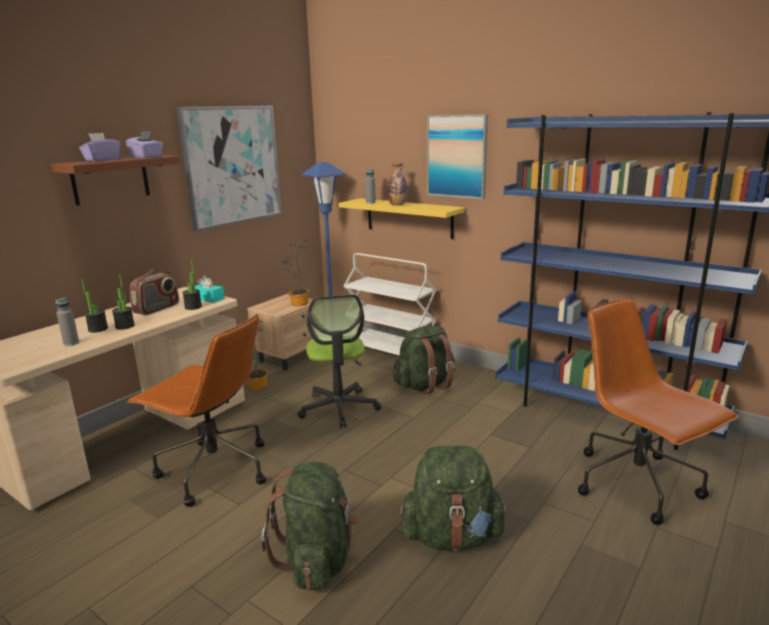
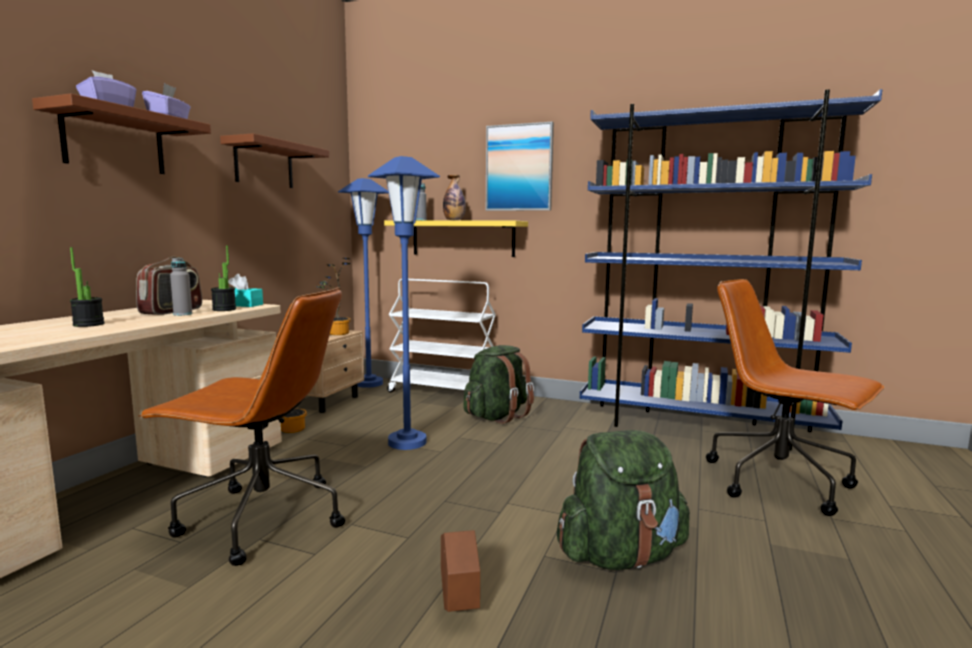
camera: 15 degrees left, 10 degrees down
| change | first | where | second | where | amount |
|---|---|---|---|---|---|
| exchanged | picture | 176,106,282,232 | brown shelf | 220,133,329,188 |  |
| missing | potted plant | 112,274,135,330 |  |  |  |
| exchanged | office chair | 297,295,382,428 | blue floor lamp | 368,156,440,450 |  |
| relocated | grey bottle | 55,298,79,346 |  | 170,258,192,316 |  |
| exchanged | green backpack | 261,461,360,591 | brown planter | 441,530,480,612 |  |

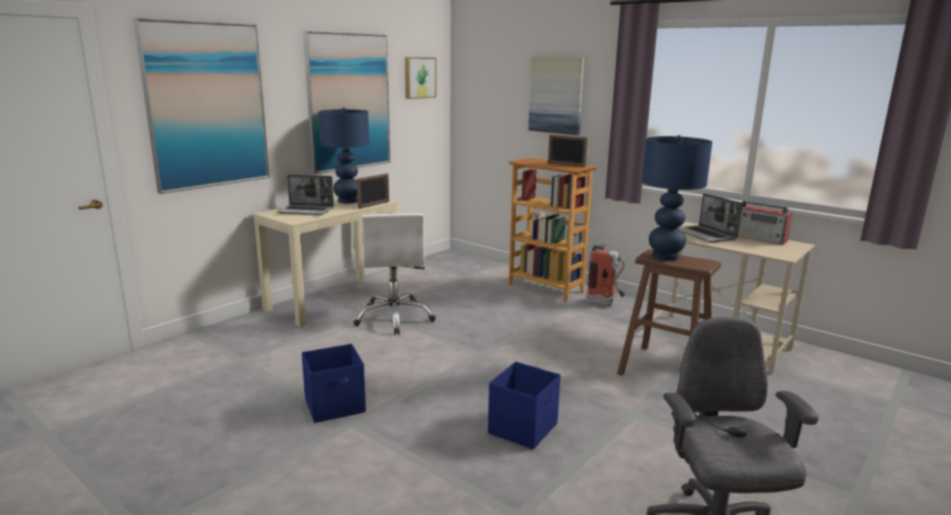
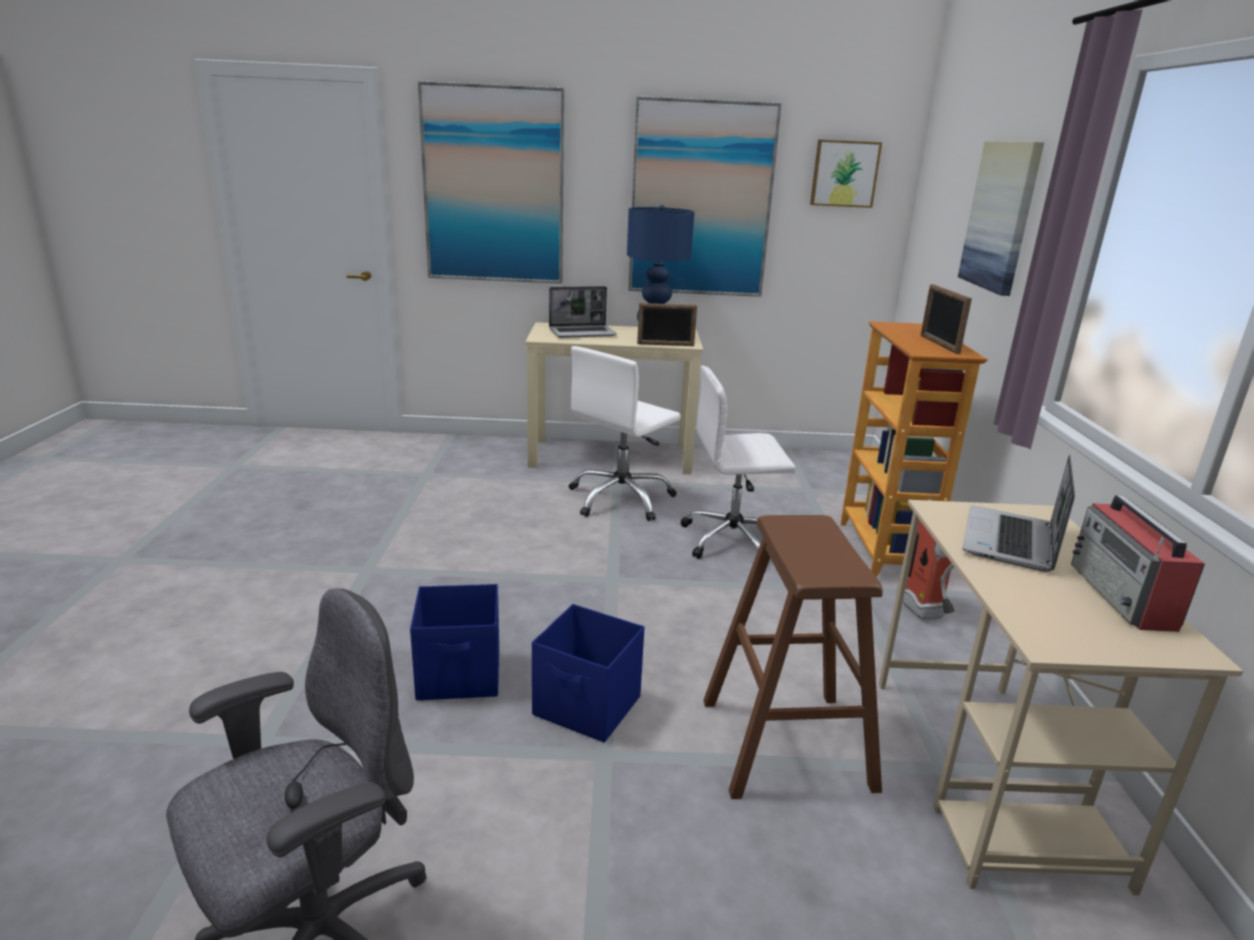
camera: 50 degrees right, 5 degrees up
| change | first | where | second | where | amount |
|---|---|---|---|---|---|
| missing | blue table lamp | 641,135,712,261 |  |  |  |
| spun | laptop | 277,175,334,215 |  | 549,286,617,338 | 75 degrees counterclockwise |
| relocated | blue storage box | 302,344,366,423 |  | 532,604,644,743 |  |
| appeared |  |  | white office chair | 681,365,796,559 |  |

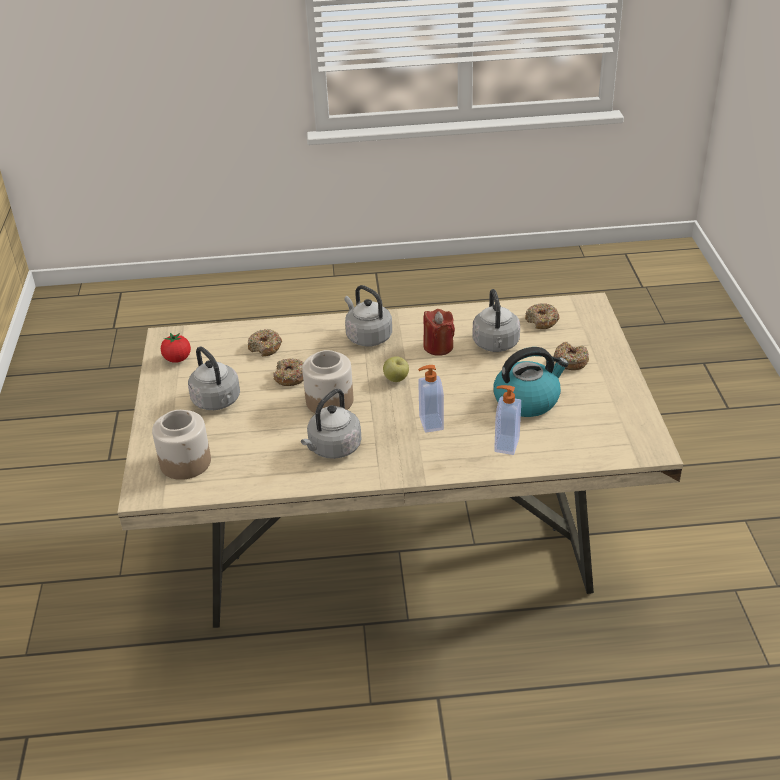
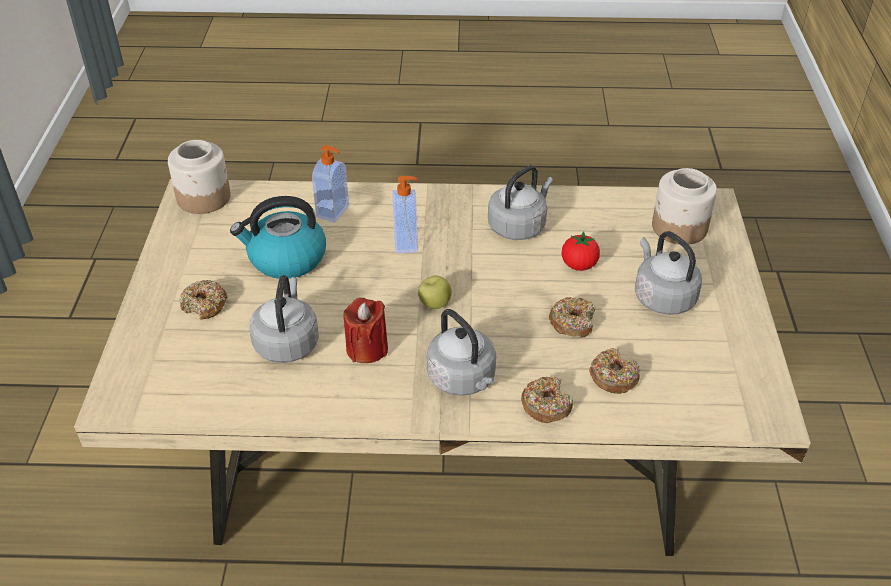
camera: 175 degrees left, 5 degrees up
| change | first | where | second | where | amount |
|---|---|---|---|---|---|
| relocated | donut | 525,303,559,329 |  | 521,376,573,423 |  |
| relocated | tomato | 161,333,191,363 |  | 562,232,600,271 |  |
| relocated | jar | 302,350,353,413 |  | 168,140,231,214 |  |

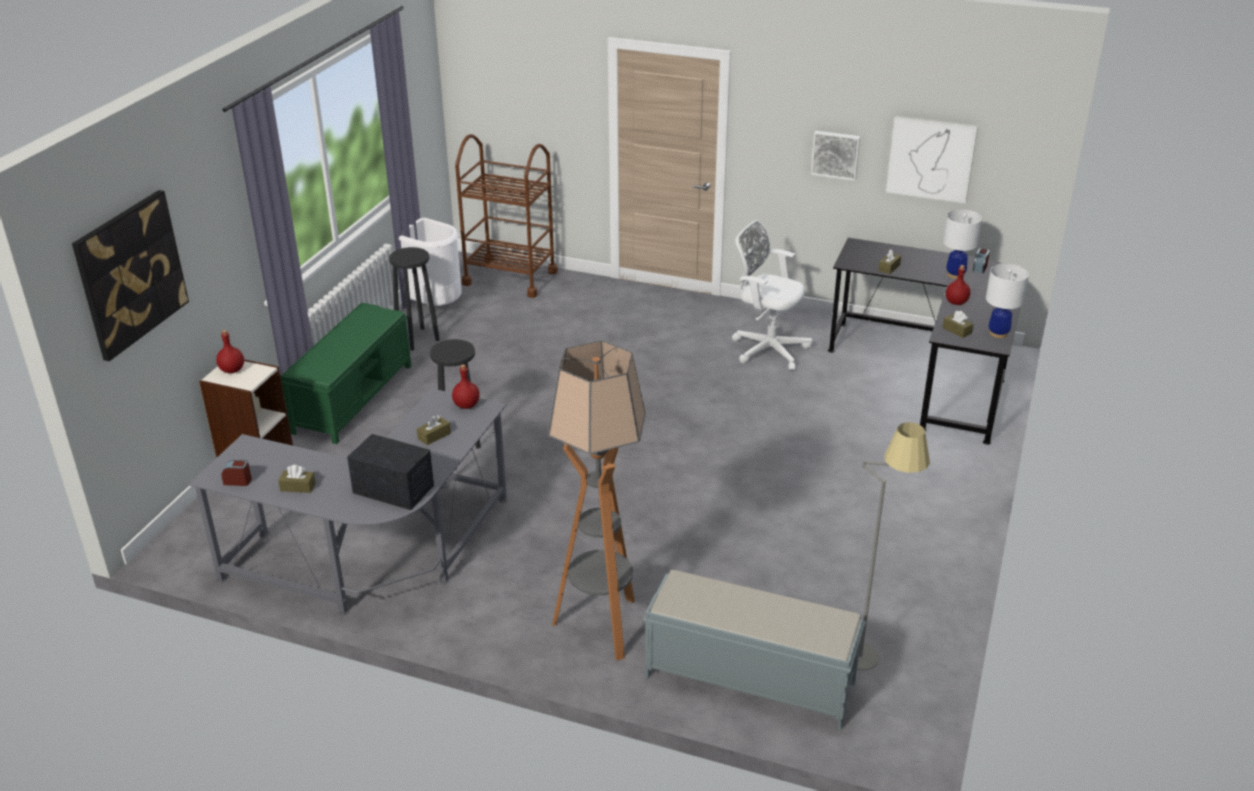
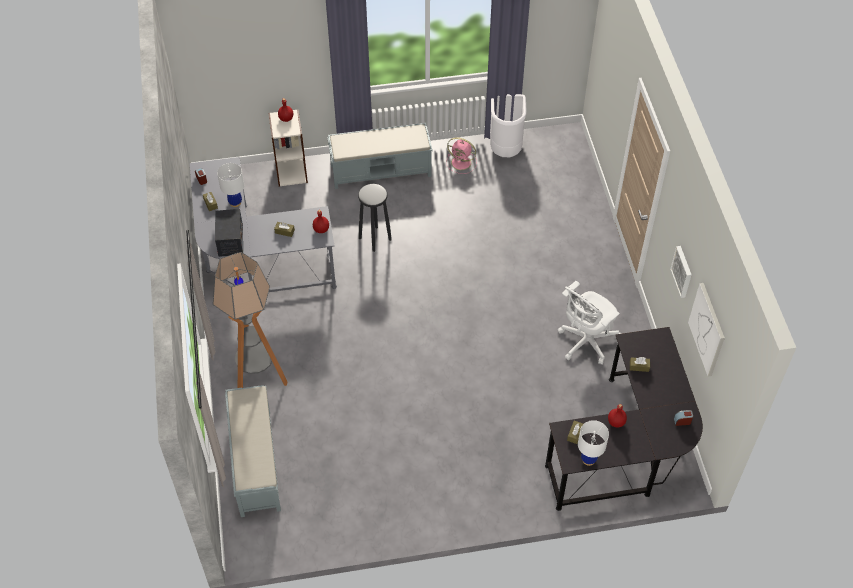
camera: 60 degrees right, 20 degrees up
| change | first | where | second | where | amount |
|---|---|---|---|---|---|
| missing | brown cart | 455,134,558,298 |  |  |  |
| missing | picture | 72,190,189,361 |  |  |  |
| relocated | white table lamp | 943,209,982,279 |  | 217,163,244,207 |  |
| spun | white office chair | 732,220,812,371 |  | 558,281,622,364 | 135 degrees counterclockwise |
| exchanged | black stool | 389,247,440,351 | pink fan | 446,137,477,174 |  |
| colour | green bench | 280,303,411,444 | grey bench | 327,123,433,189 |  |
| missing | grey floor lamp | 857,422,930,670 |  |  |  |

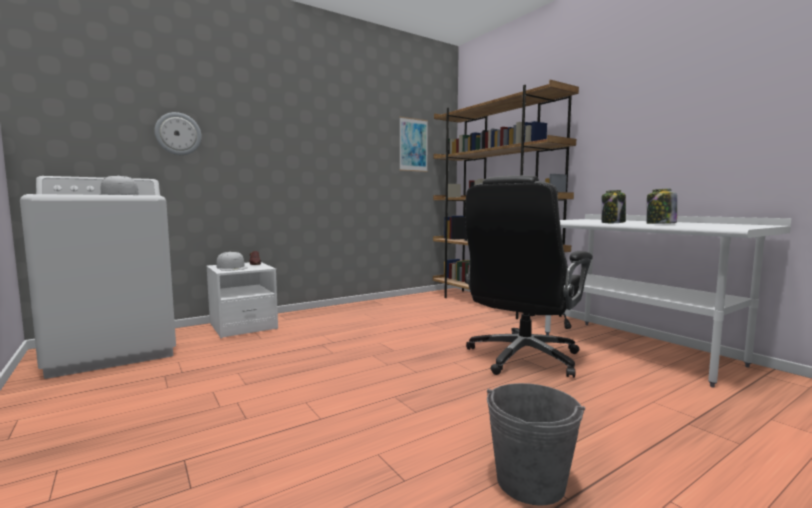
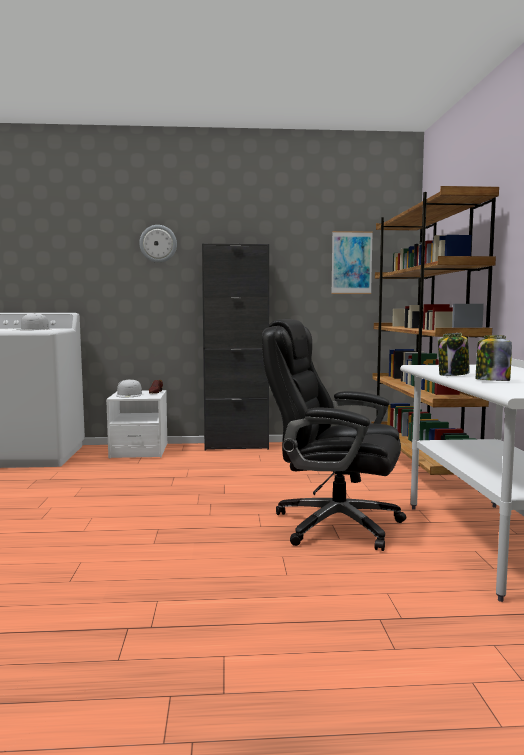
camera: 30 degrees right, 0 degrees up
| change | first | where | second | where | amount |
|---|---|---|---|---|---|
| relocated | wall clock | 154,112,202,155 |  | 139,225,177,263 |  |
| spun | black office chair | 465,175,593,378 |  | 262,319,406,551 | 45 degrees clockwise |
| missing | grey bucket | 487,383,585,506 |  |  |  |
| appeared |  |  | black cabinet | 202,244,269,450 |  |

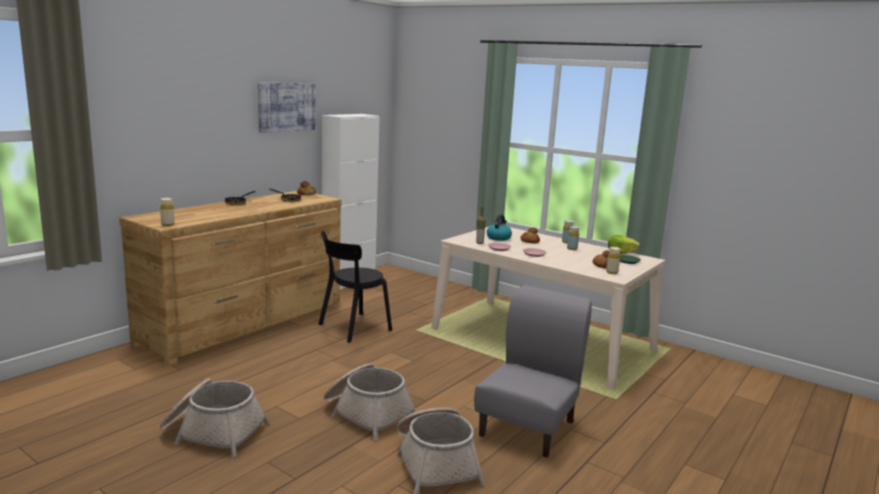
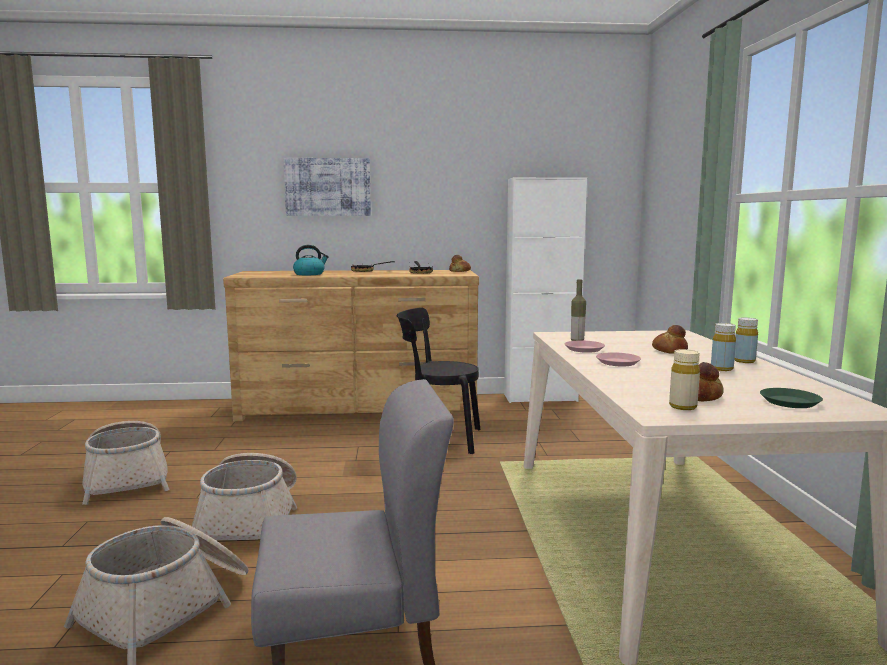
camera: 50 degrees right, 5 degrees down
| change | first | where | second | where | amount |
|---|---|---|---|---|---|
| relocated | picture | 258,82,315,133 |  | 284,158,371,216 |  |
| missing | beige bottle | 160,198,175,226 |  |  |  |
| relocated | kettle | 487,214,512,241 |  | 293,245,329,275 |  |
| missing | lettuce | 608,235,640,255 |  |  |  |

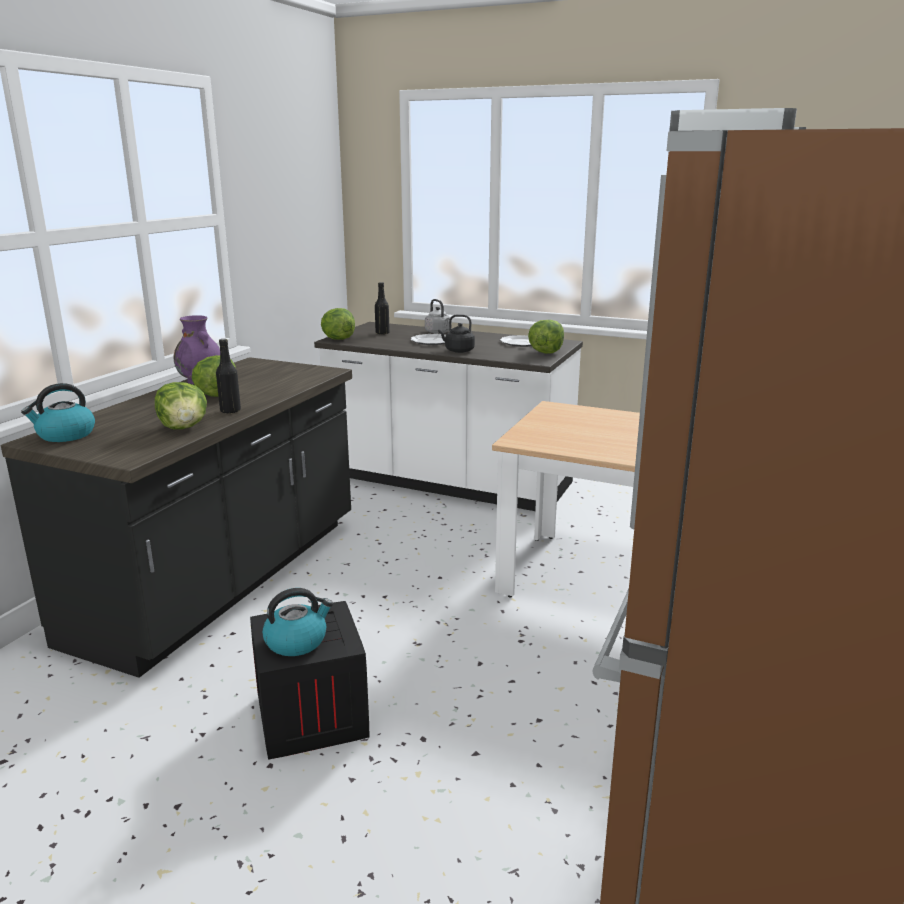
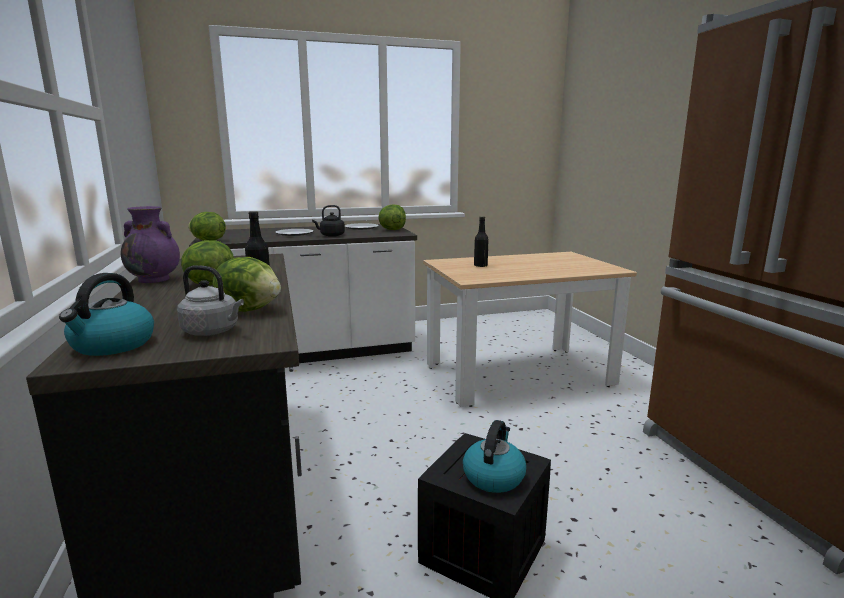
camera: 40 degrees left, 5 degrees down
| change | first | where | second | where | amount |
|---|---|---|---|---|---|
| relocated | black bottle | 375,282,390,334 |  | 474,216,489,267 |  |
| relocated | grey kettle | 425,299,451,334 |  | 177,265,244,336 |  |

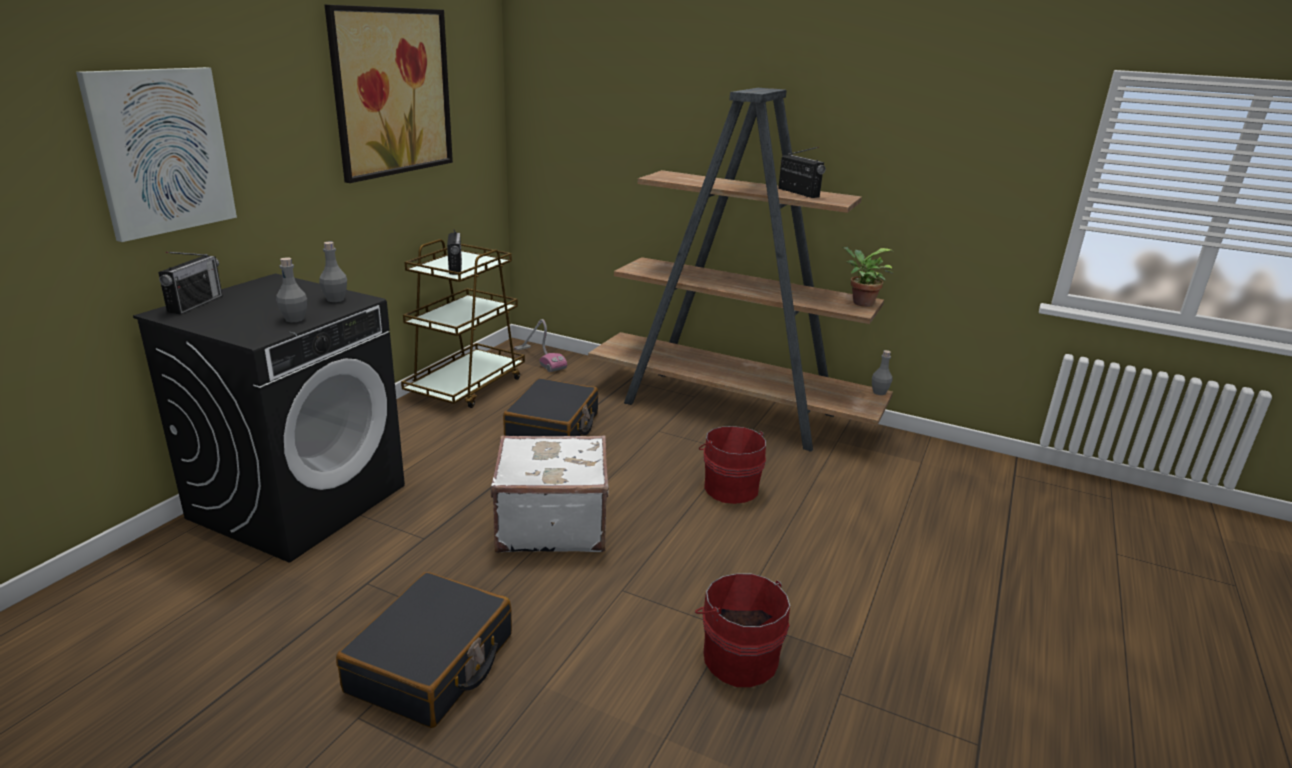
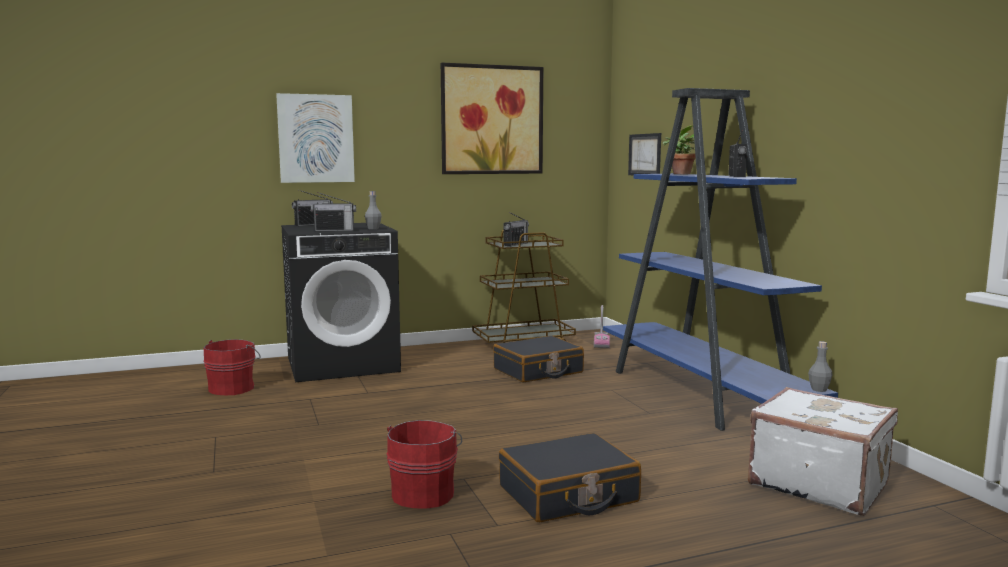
camera: 45 degrees right, 15 degrees down
| change | first | where | second | where | amount |
|---|---|---|---|---|---|
| colour | brown bookcase | 588,88,893,452 | blue bookcase | 603,88,838,431 |  |
| relocated | potted plant | 842,247,894,307 |  | 663,125,696,174 |  |
| exchanged | grey bottle | 276,257,307,322 | radio | 311,192,356,231 |  |
| relocated | red bucket | 699,426,766,504 |  | 203,339,261,395 |  |
| relocated | white suitcase | 491,435,609,553 |  | 748,387,898,516 |  |
| relocated | black suitcase | 336,572,512,728 |  | 499,433,641,522 |  |
| appeared |  |  | picture | 628,133,661,175 |  |

